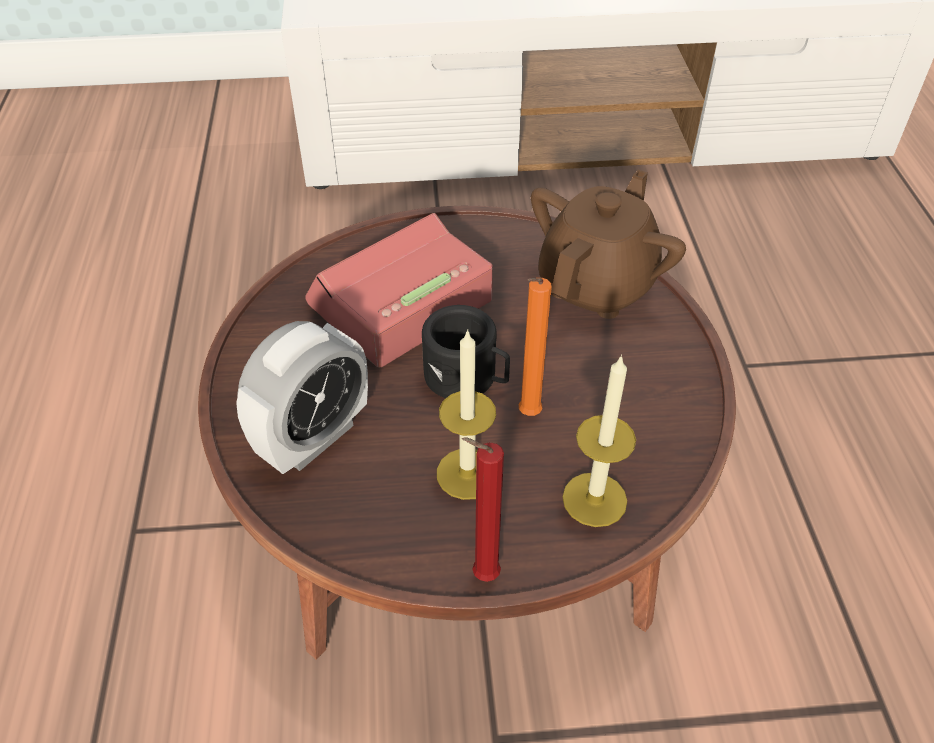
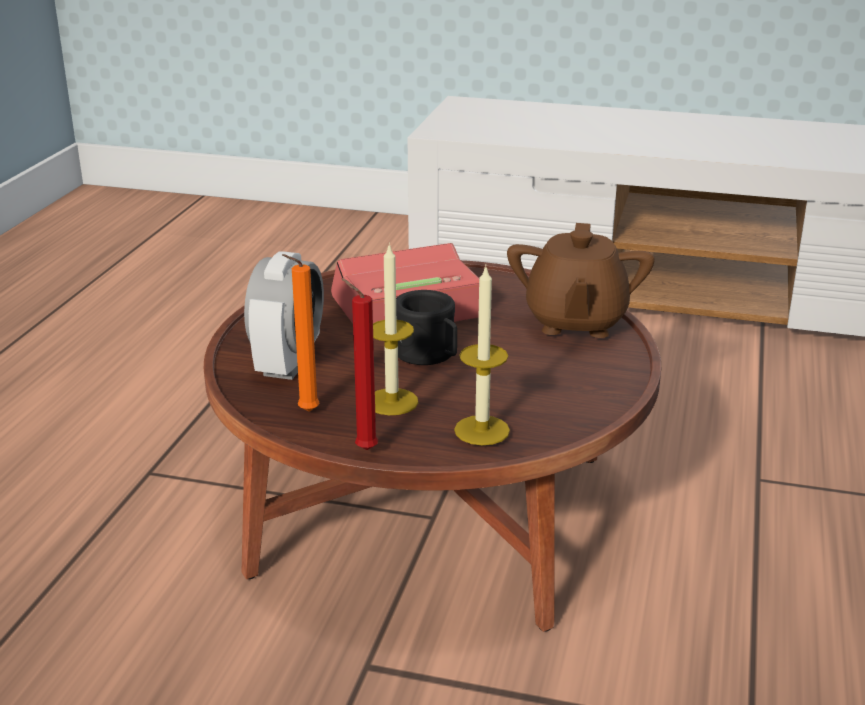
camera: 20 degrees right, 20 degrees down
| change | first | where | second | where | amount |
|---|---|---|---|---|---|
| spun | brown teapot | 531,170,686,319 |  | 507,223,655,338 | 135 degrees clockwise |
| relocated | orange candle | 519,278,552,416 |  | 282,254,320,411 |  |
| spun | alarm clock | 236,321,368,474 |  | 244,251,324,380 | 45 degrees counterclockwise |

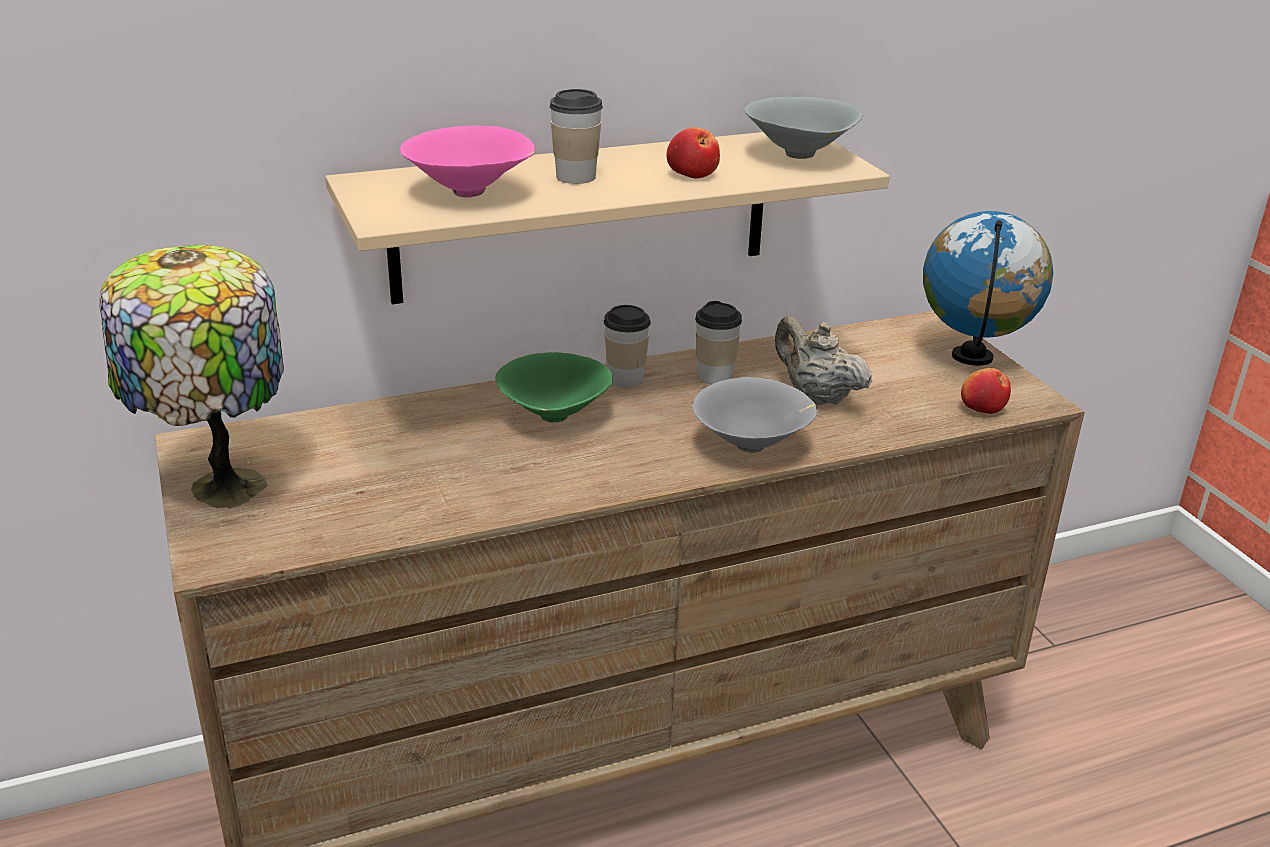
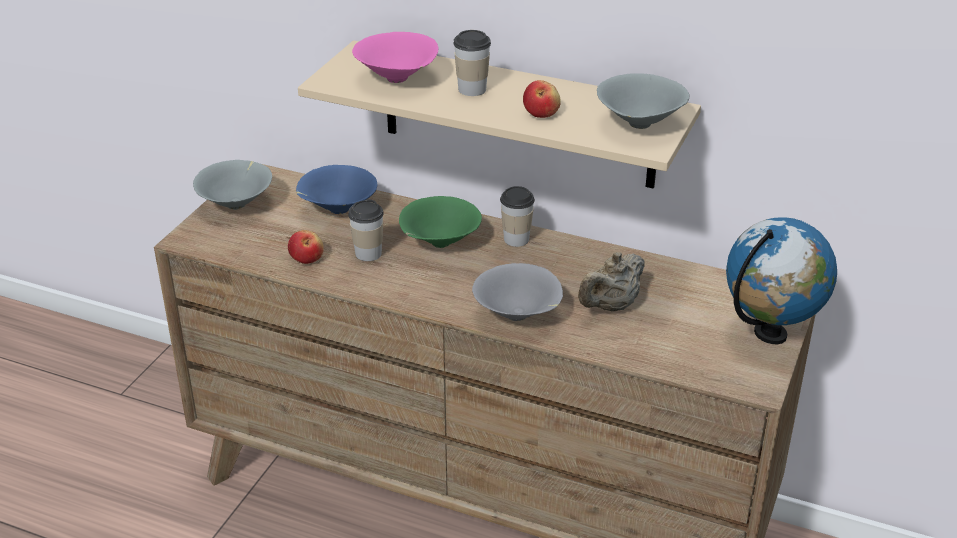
camera: 45 degrees right, 5 degrees up
| change | first | where | second | where | amount |
|---|---|---|---|---|---|
| exchanged | table lamp | 99,245,284,509 | grey bowl | 193,160,272,210 |  |
| relocated | cup | 695,301,742,384 |  | 348,199,384,261 |  |
| spun | beige teapot | 774,316,872,405 |  | 578,252,644,311 | 135 degrees counterclockwise |
| relocated | apple | 961,368,1011,414 |  | 288,230,324,264 |  |
| appeared |  |  | blue bowl | 296,165,377,214 |  |

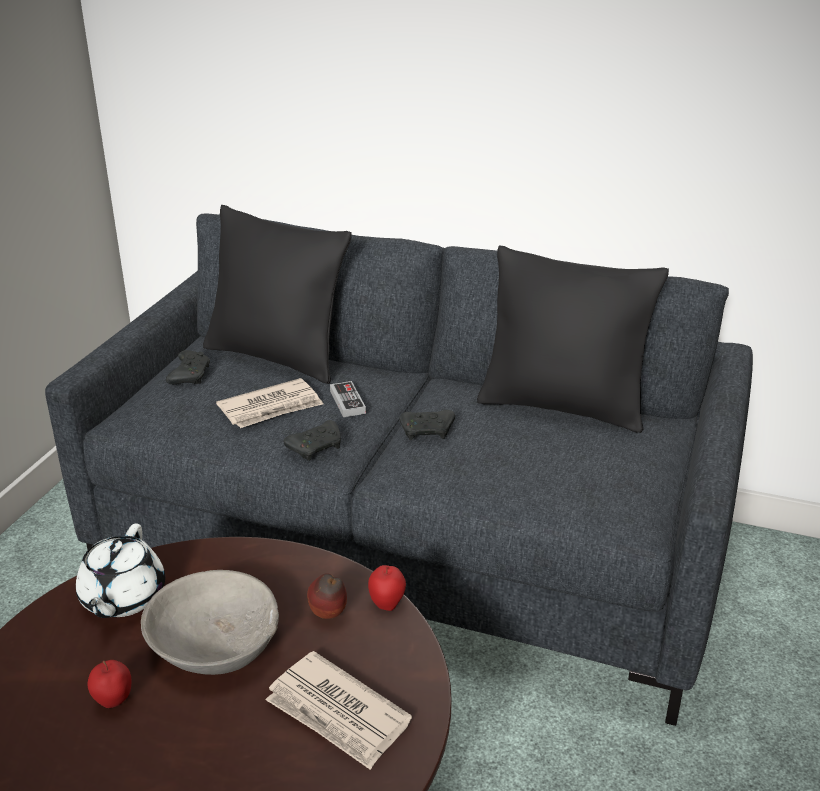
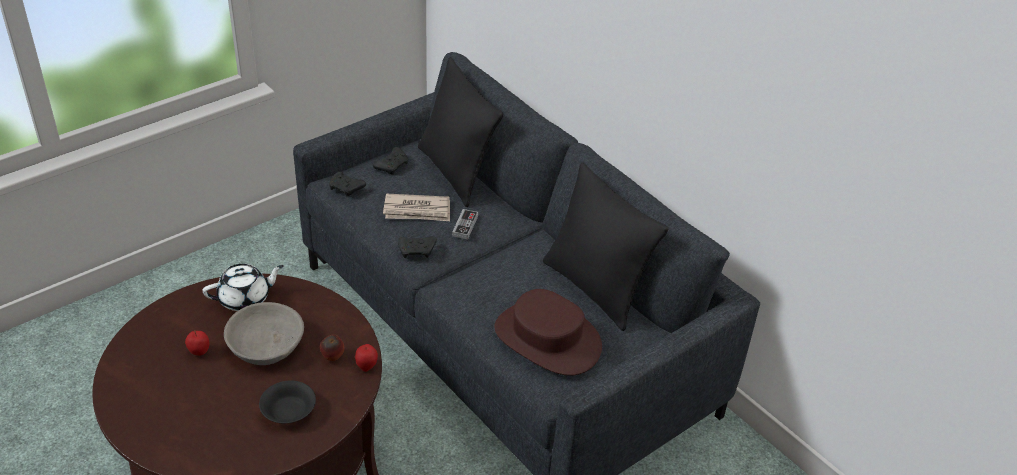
camera: 30 degrees right, 10 degrees up
| change | first | where | second | where | amount |
|---|---|---|---|---|---|
| relocated | black game controller | 400,410,455,440 |  | 329,171,366,196 |  |
| spun | white teapot | 76,524,165,618 |  | 203,264,284,311 | 150 degrees counterclockwise |
| exchanged | newspaper | 265,651,412,770 | black bowl | 259,380,316,423 |  |
| appeared |  |  | brown hat | 494,289,602,376 |  |

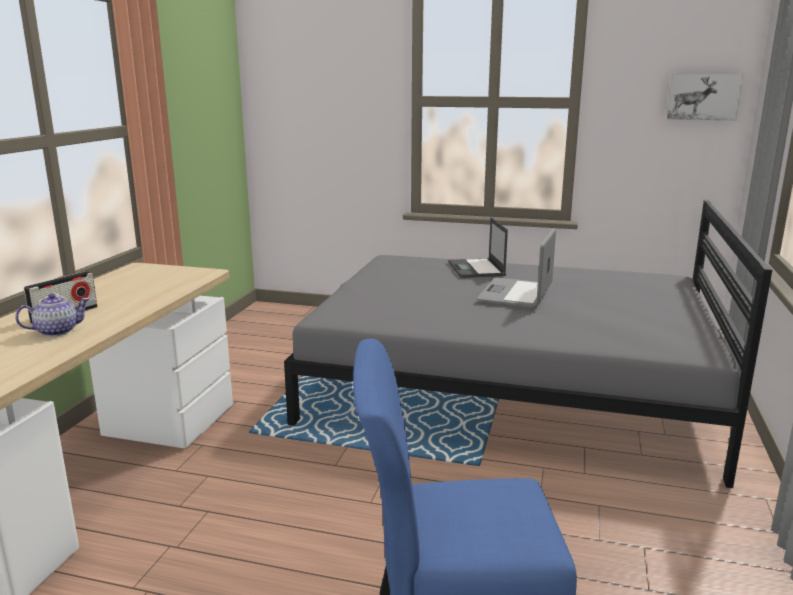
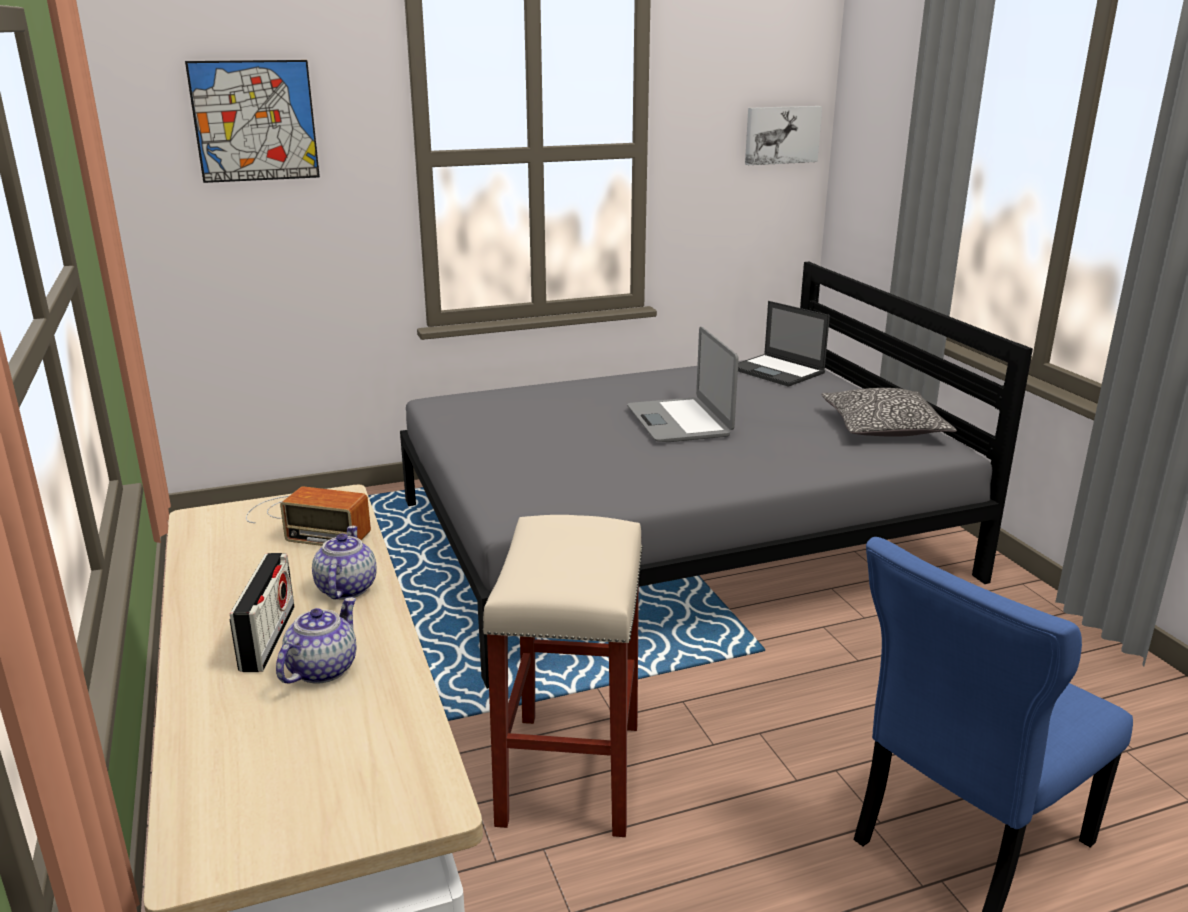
camera: 35 degrees left, 5 degrees up
| change | first | where | second | where | amount |
|---|---|---|---|---|---|
| relocated | laptop | 448,217,508,278 |  | 738,301,830,387 |  |
| appeared |  |  | picture | 185,60,320,183 |  |
| appeared |  |  | pillow | 821,388,957,437 |  |
| appeared |  |  | radio | 246,486,371,546 |  |
| appeared |  |  | beige stool | 483,515,643,837 |  |
| appeared |  |  | teapot | 312,526,377,599 |  |

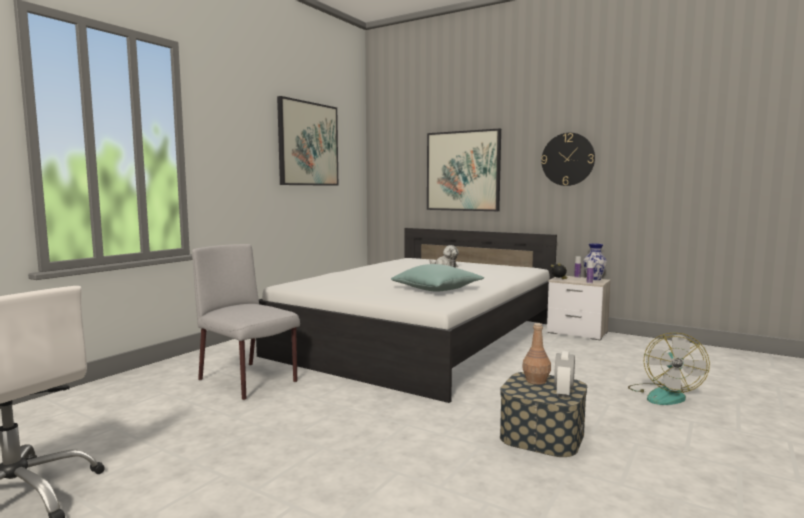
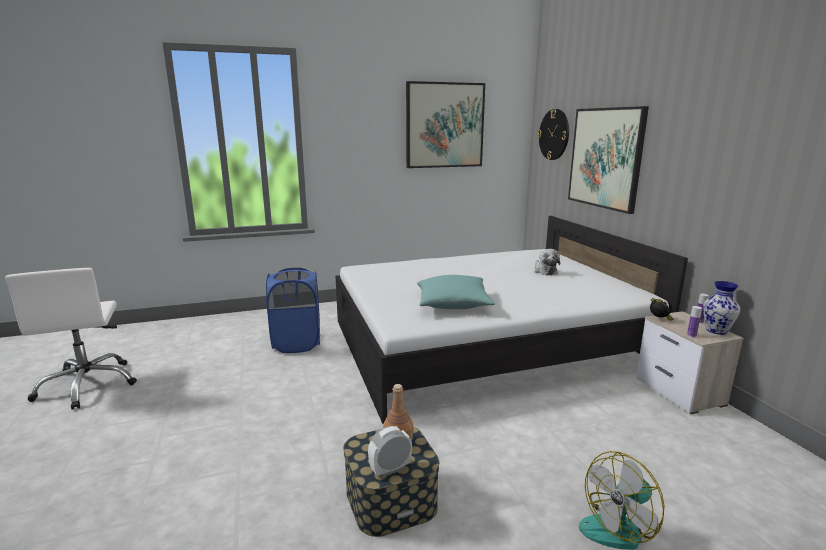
camera: 40 degrees right, 10 degrees up
| change | first | where | second | where | amount |
|---|---|---|---|---|---|
| relocated | wall clock | 541,133,595,186 |  | 538,109,569,160 |  |
| exchanged | grey chair | 192,244,300,400 | blue laundry basket | 266,267,320,353 |  |

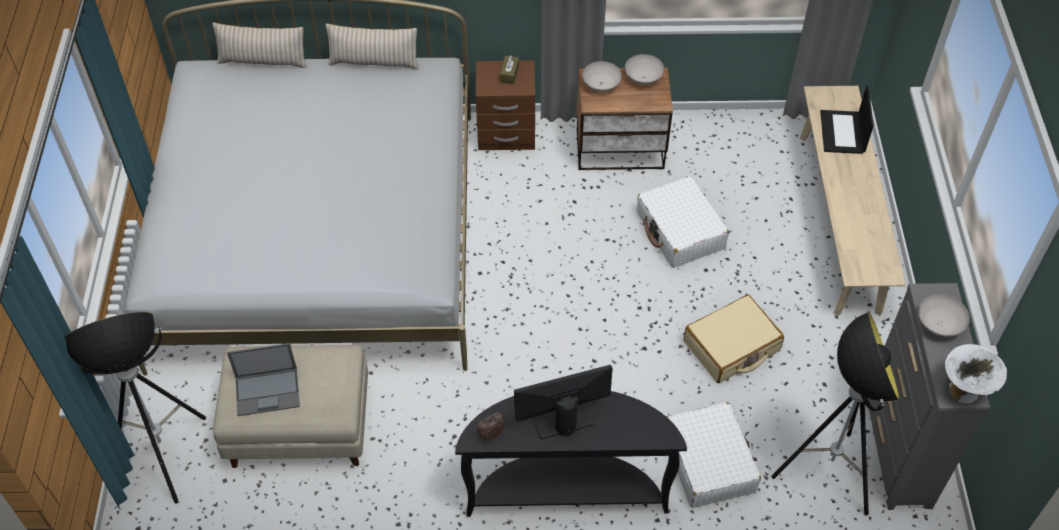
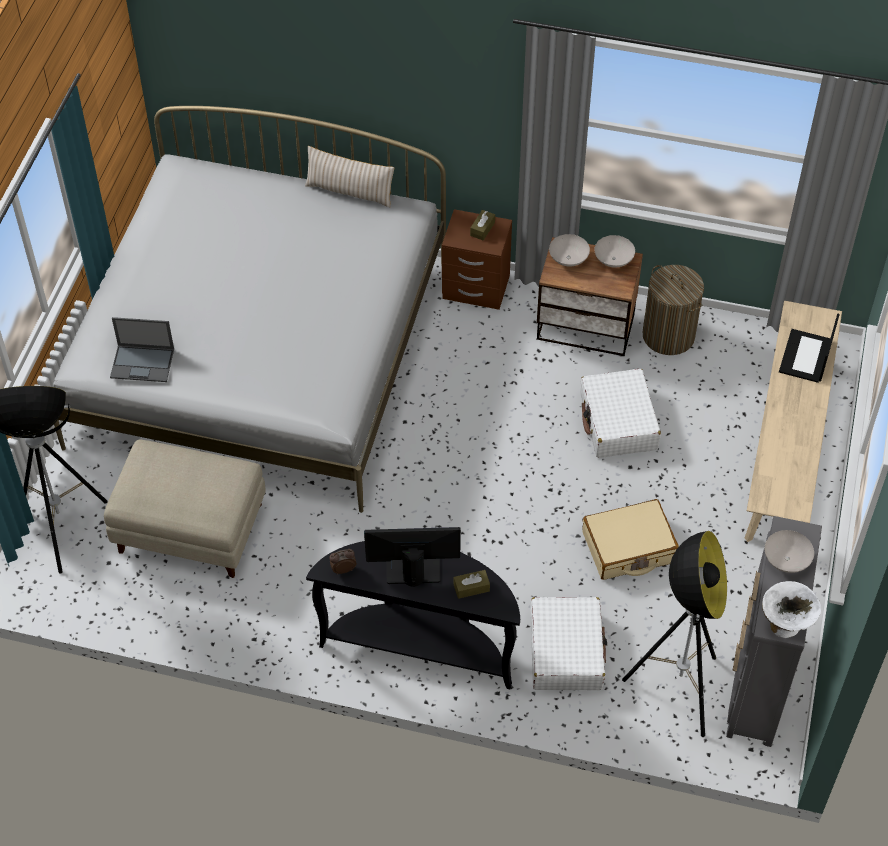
camera: 15 degrees right, 0 degrees up
| change | first | where | second | where | amount |
|---|---|---|---|---|---|
| missing | beige pillow | 212,23,307,68 |  |  |  |
| relocated | laptop | 227,343,300,416 |  | 110,317,174,382 |  |
| appeared |  |  | laundry basket | 643,265,704,355 |  |
| appeared |  |  | brown tissue box | 454,570,490,599 |  |

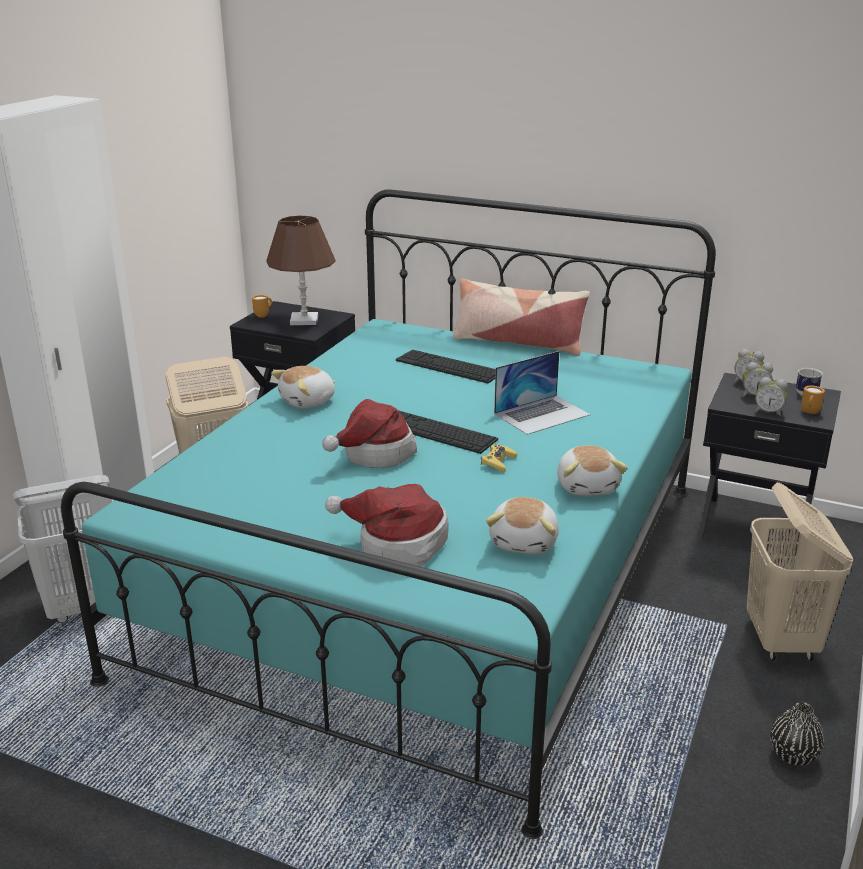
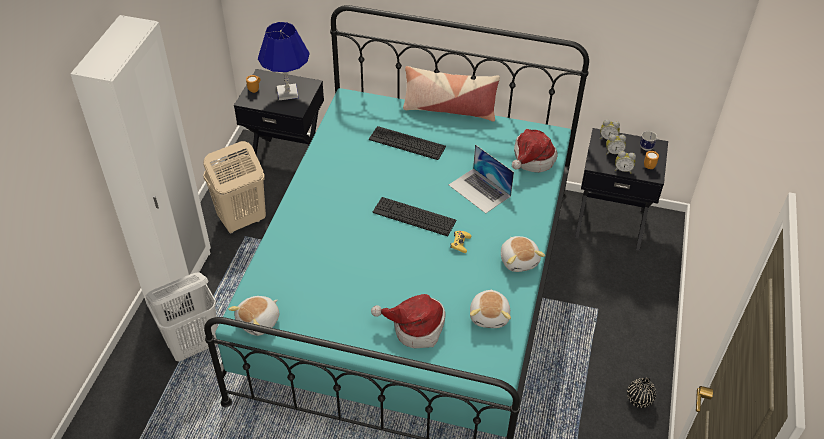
camera: 10 degrees left, 20 degrees up
| change | first | where | second | where | amount |
|---|---|---|---|---|---|
| colour | brown table lamp | 266,216,335,325 | blue table lamp | 258,22,309,100 |  |
| spun | laptop | 494,351,591,435 |  | 449,144,514,213 | 90 degrees clockwise |
| relocated | plush toy | 271,366,336,408 |  | 228,296,279,336 |  |
| relocated | hat | 322,399,417,468 |  | 512,129,558,172 |  |
| missing | beige laundry basket | 747,483,853,661 |  |  |  |

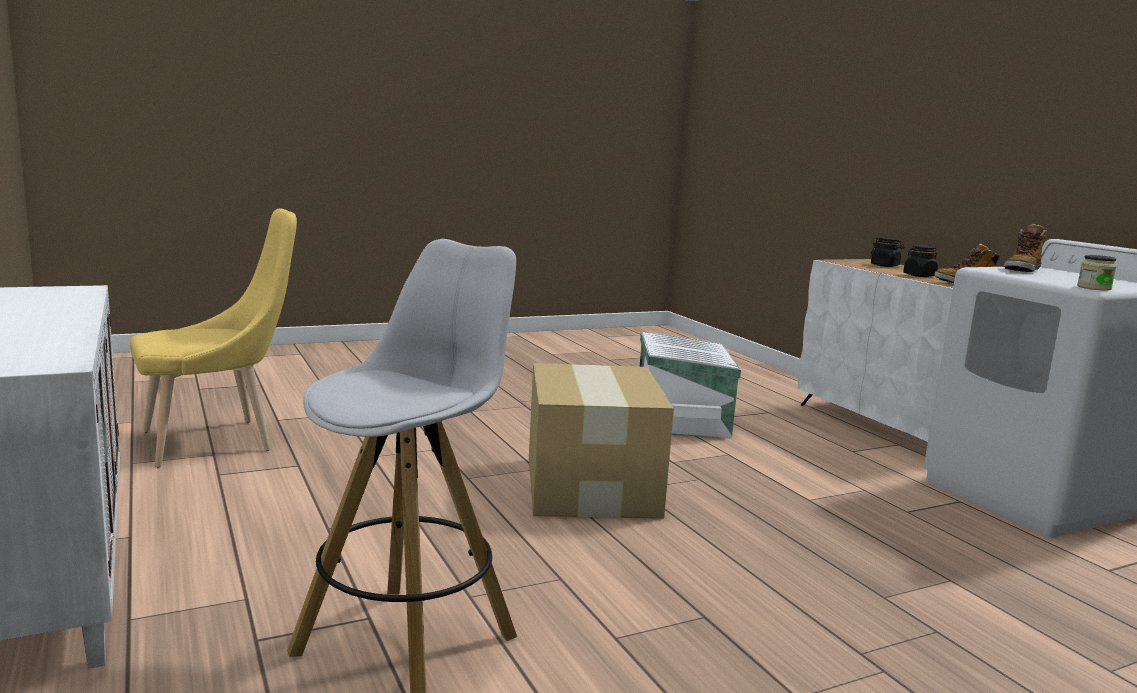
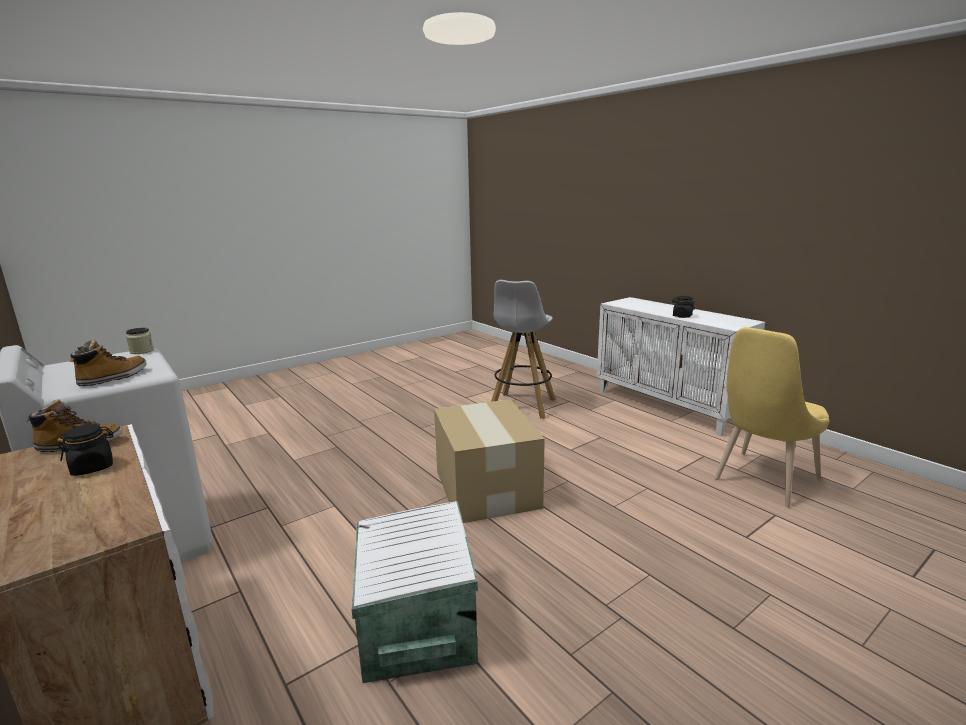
camera: 170 degrees right, 5 degrees up
| change | first | where | second | where | amount |
|---|---|---|---|---|---|
| relocated | black jar | 871,237,904,267 |  | 672,296,695,318 |  |

